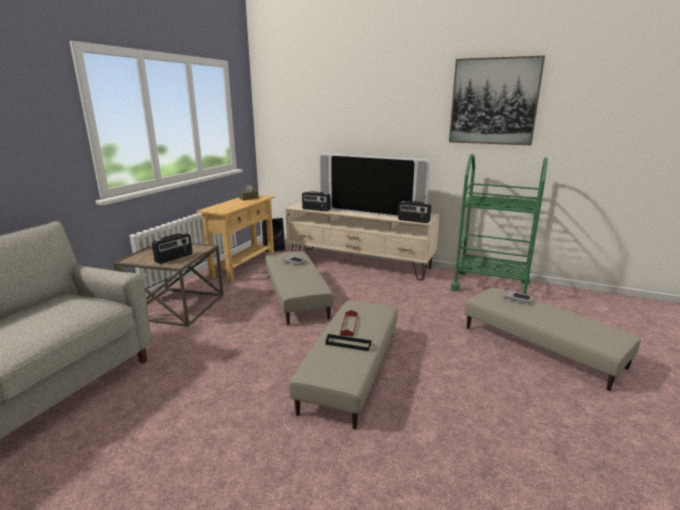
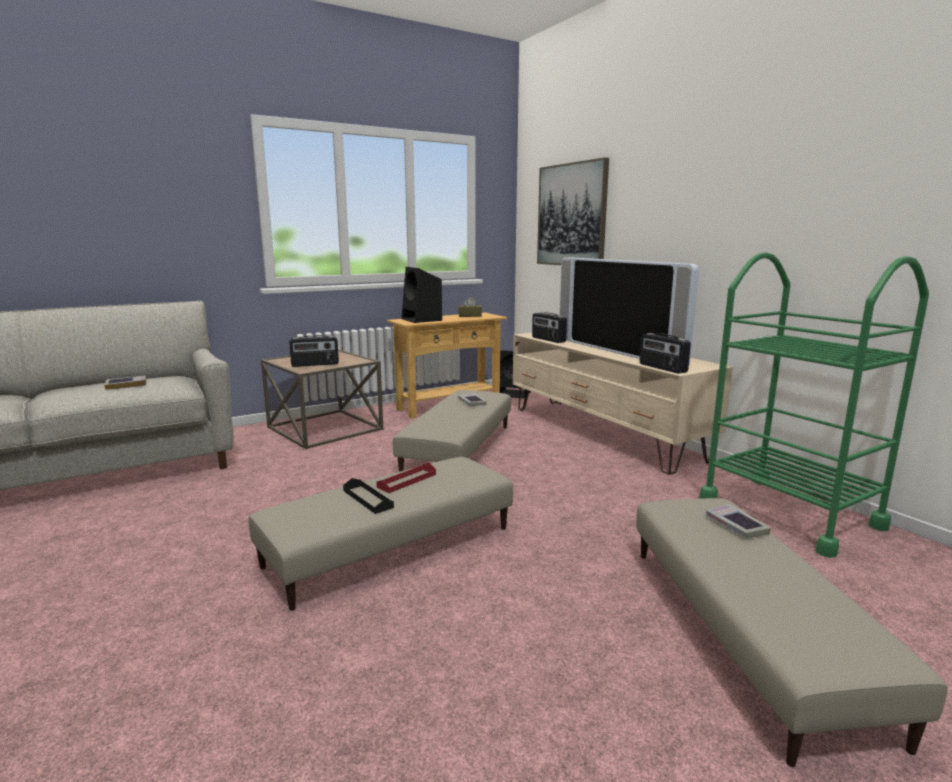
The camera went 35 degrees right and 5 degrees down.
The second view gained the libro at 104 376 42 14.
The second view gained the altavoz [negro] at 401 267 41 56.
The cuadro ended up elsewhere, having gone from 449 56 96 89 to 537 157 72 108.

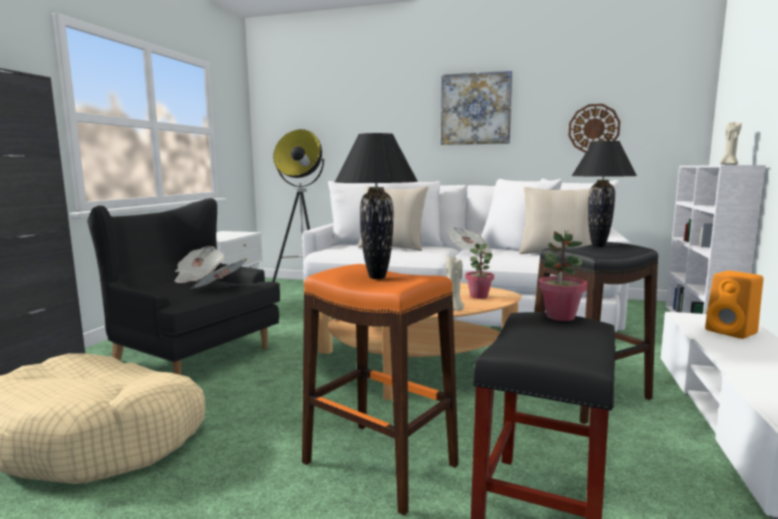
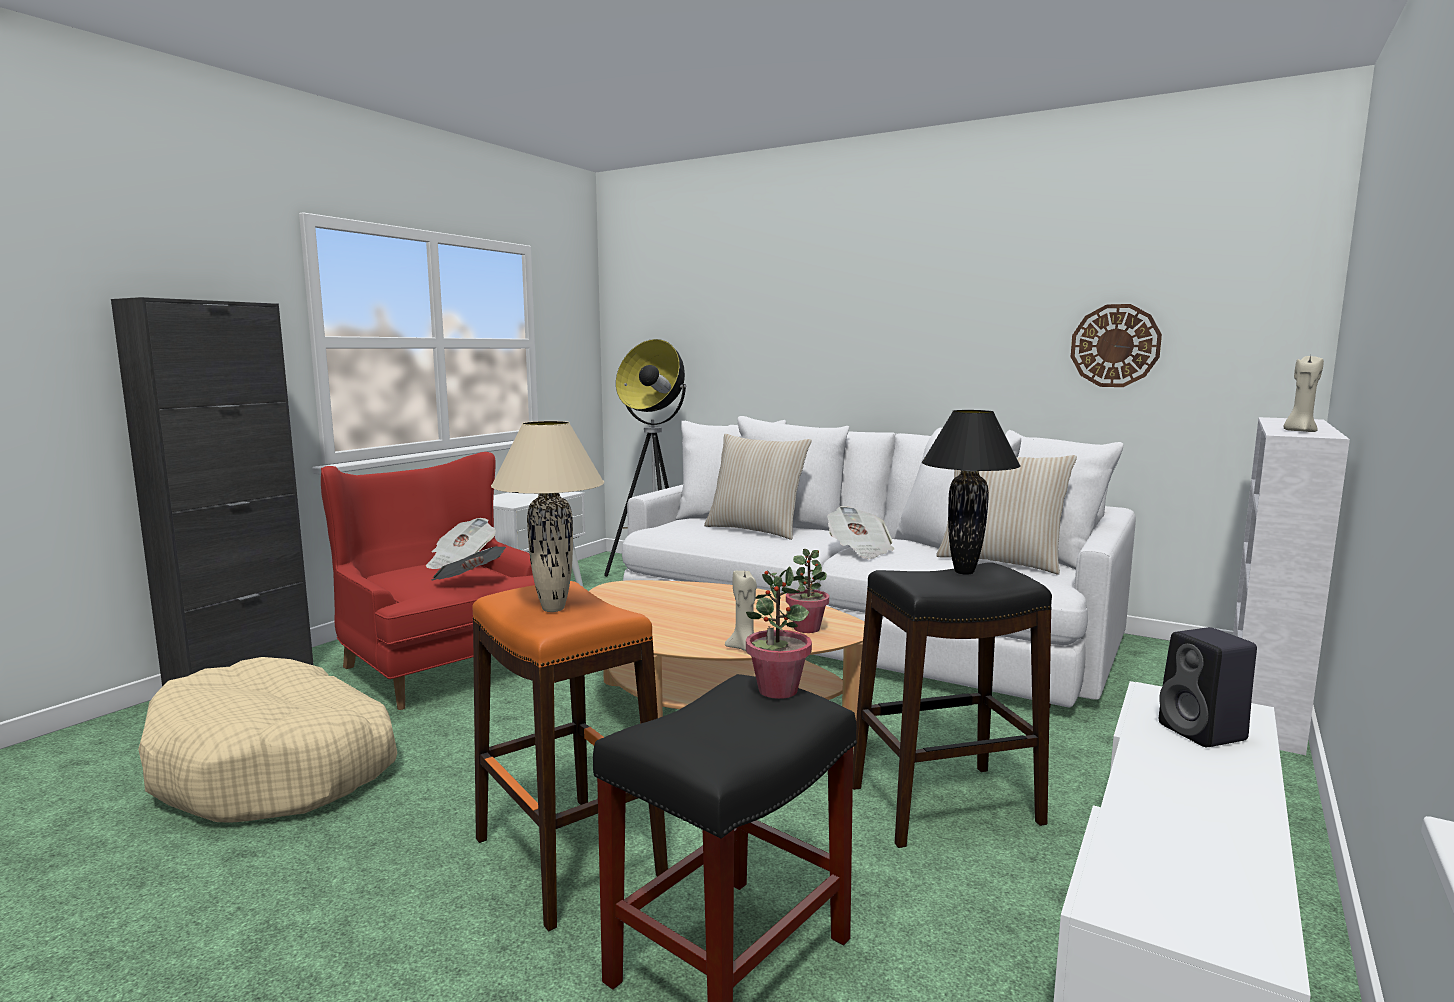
The camera went 15 degrees right and 0 degrees up.
What was the sillón [negro] at 87 198 193 177 turned into the sillón [rojo] at 321 452 214 258.
What was the lámpara de mesa [negro] at 335 133 83 146 turned into the lámpara de mesa [beis] at 491 421 113 191.
What was the altavoz [naranja] at 705 271 59 68 turned into the altavoz [negro] at 1159 627 98 121.
The second view lost the cuadro at 441 71 71 74.

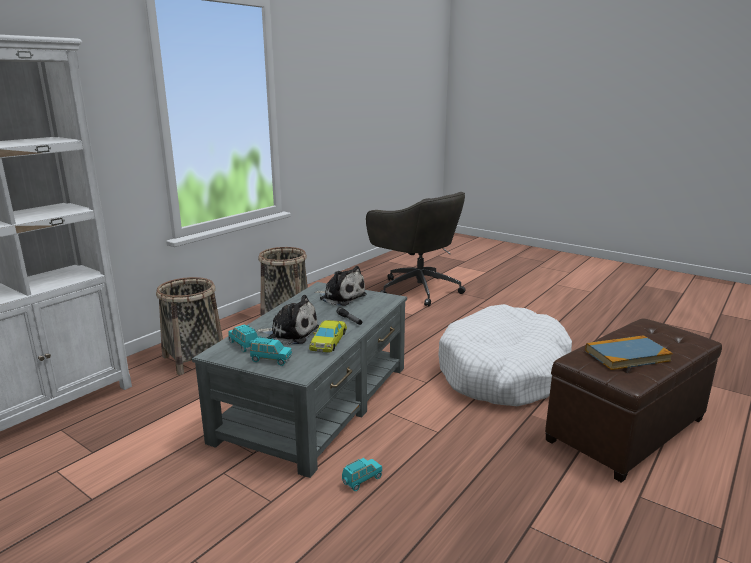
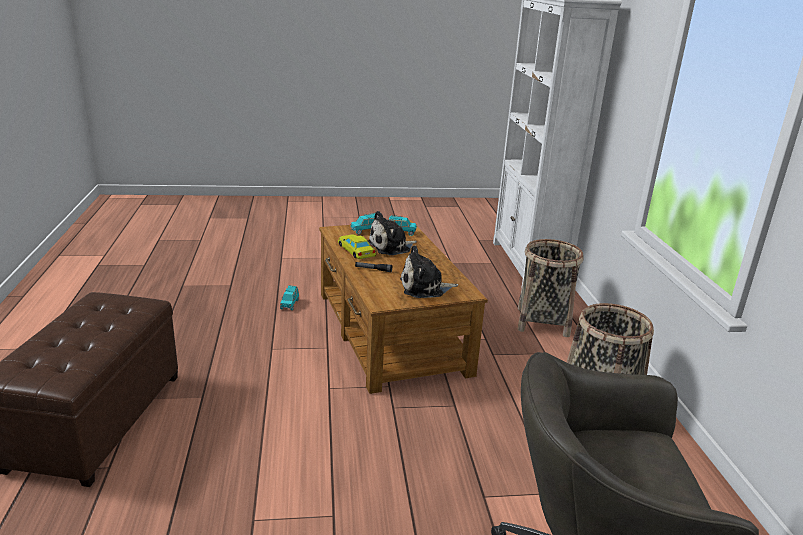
The camera went 135 degrees right and 5 degrees up.
What was the mesa de centro [gris] at 192 282 215 196 turned into the mesa de centro [marrón] at 319 220 169 174.
The second view lost the cama para perro [blanco] at 438 304 134 102.
The second view lost the libro at 585 335 88 35.

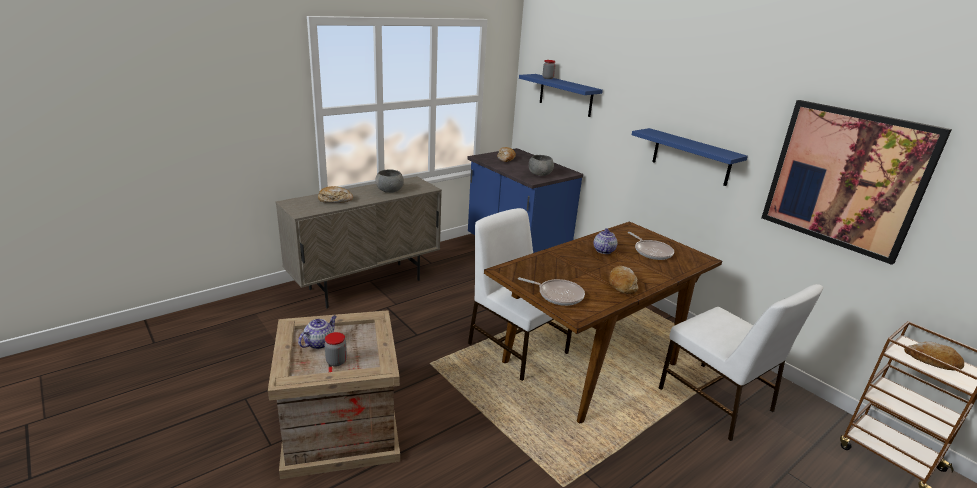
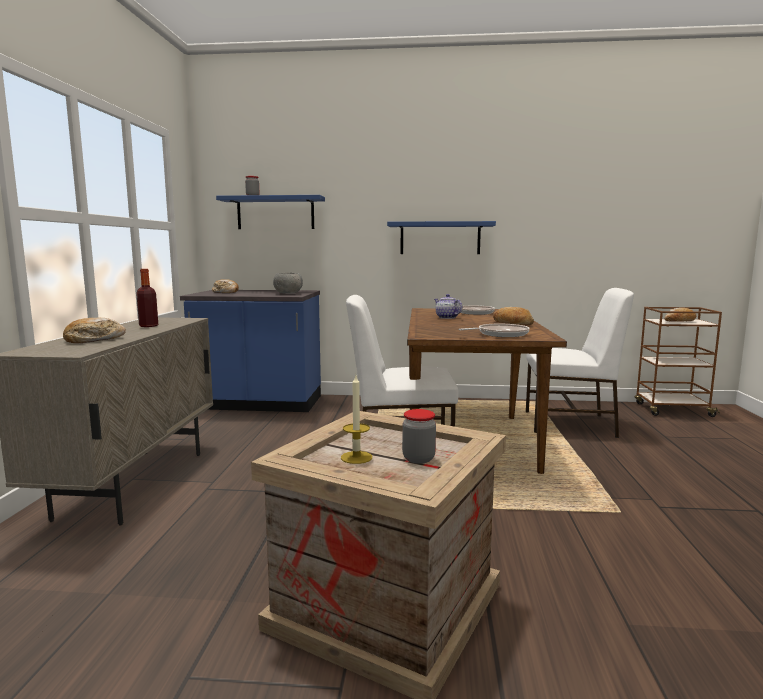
The camera went 45 degrees left and 15 degrees down.
Where the cuenco [gris] stood at 375 169 29 24, the botella came to stand at 136 269 22 58.
Where the tetera stood at 298 315 39 34, the vela came to stand at 341 376 31 88.
The second view lost the cuadro at 762 100 190 165.

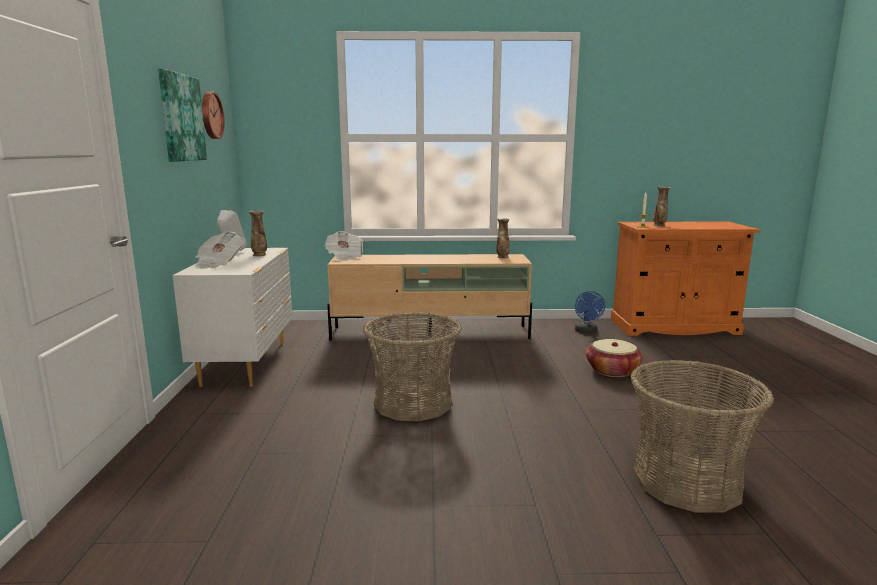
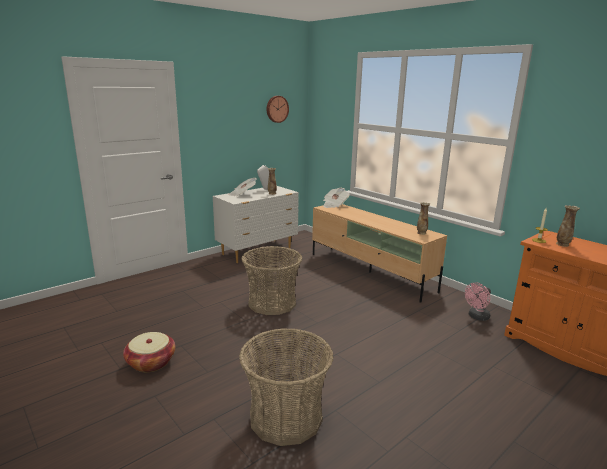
The camera went 50 degrees right and 5 degrees up.
The cesta ended up elsewhere, having gone from 586 339 57 38 to 123 332 53 40.
What was the ventilador [azul] at 575 291 30 42 turned into the ventilador [rosa] at 465 282 26 39.
The second view lost the cuadro at 158 69 49 93.

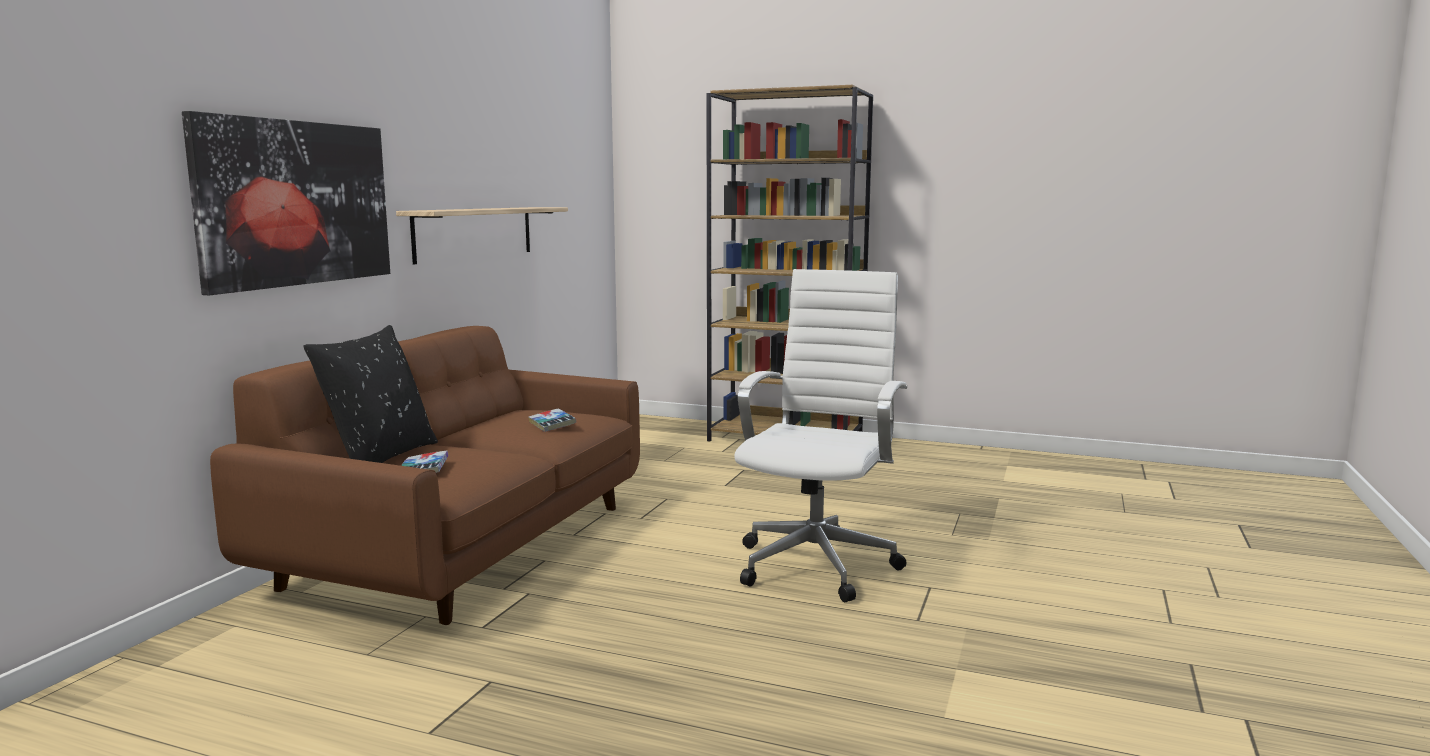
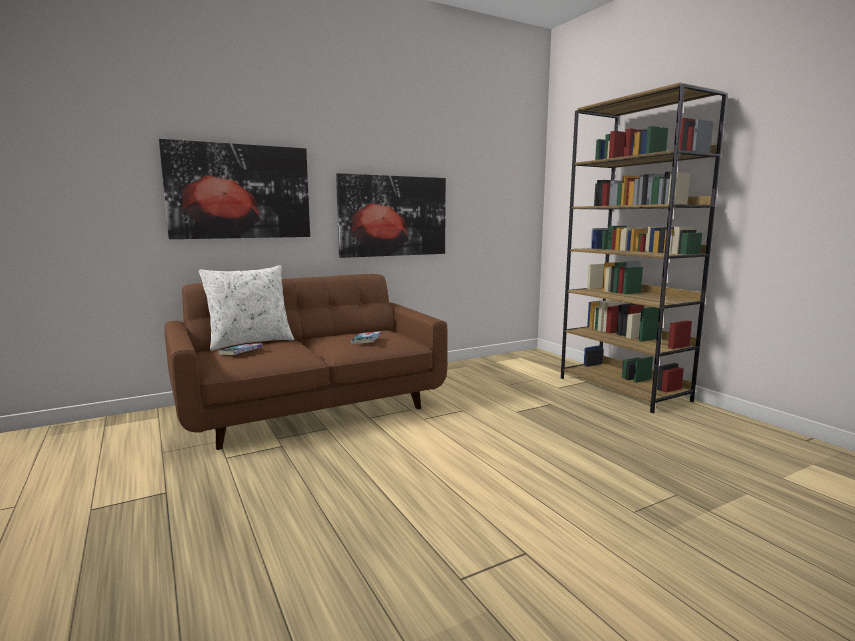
The camera went 40 degrees right and 0 degrees up.
What was the cojín [negro] at 304 325 134 138 turned into the cojín [blanco] at 199 265 95 86.
Where the estante hung at 396 207 172 57, the cuadro came to hang at 336 173 110 85.
The second view lost the silla de oficina [blanco] at 734 269 173 333.

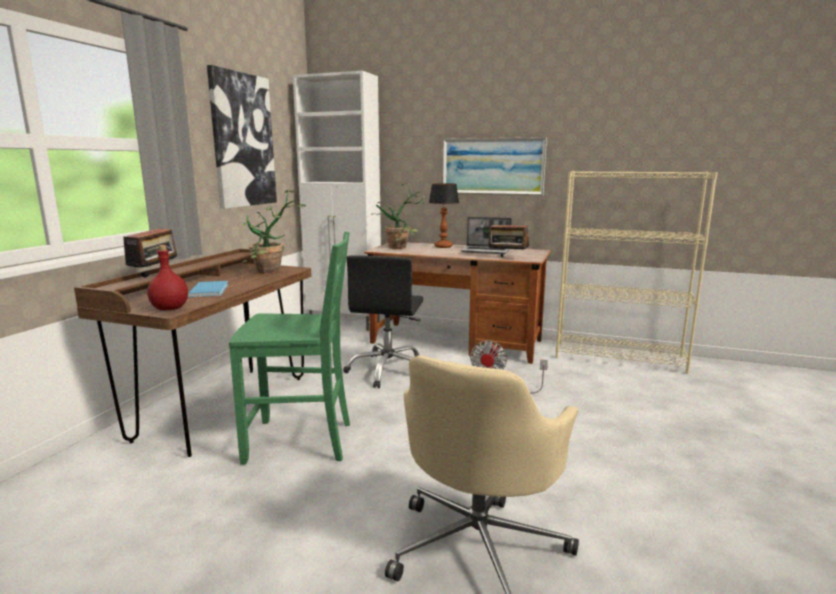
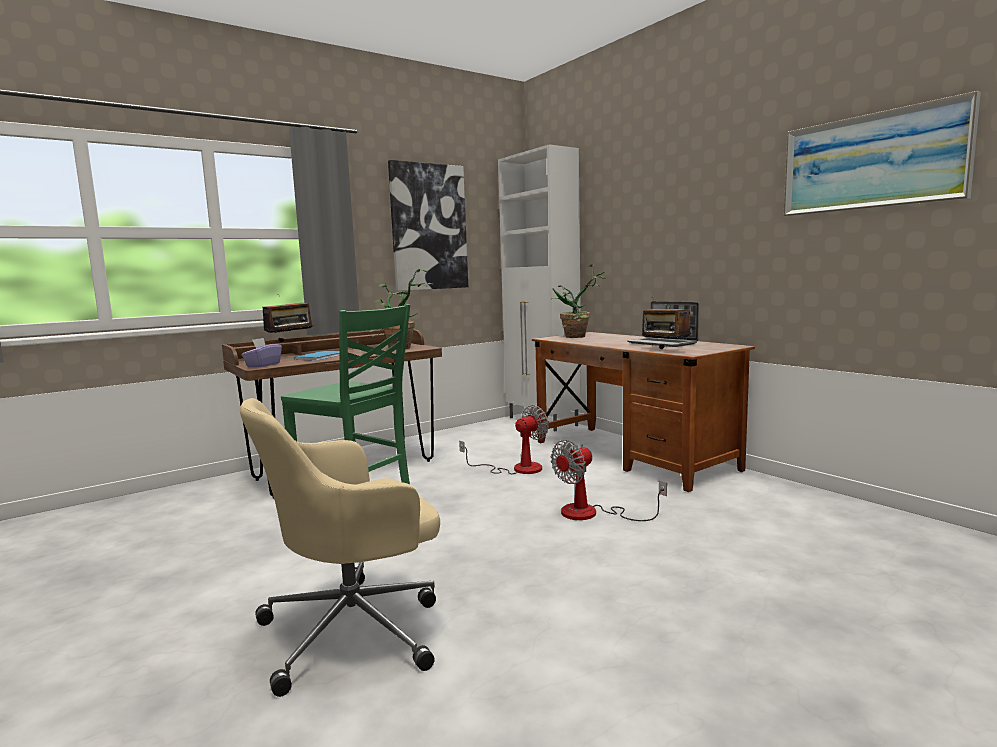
The camera went 35 degrees right and 5 degrees down.
Where the botella [rojo] stood at 147 245 41 66, the caja de pañuelos [morado] came to stand at 242 338 40 29.
Where the silla de oficina [negro] stood at 343 255 80 133, the ventilador came to stand at 459 405 90 69.
The cuadro ended up elsewhere, having gone from 442 137 105 59 to 784 91 197 125.
The second view lost the lámpara de mesa at 429 183 30 65.
The second view lost the estantería [beis] at 556 171 162 203.

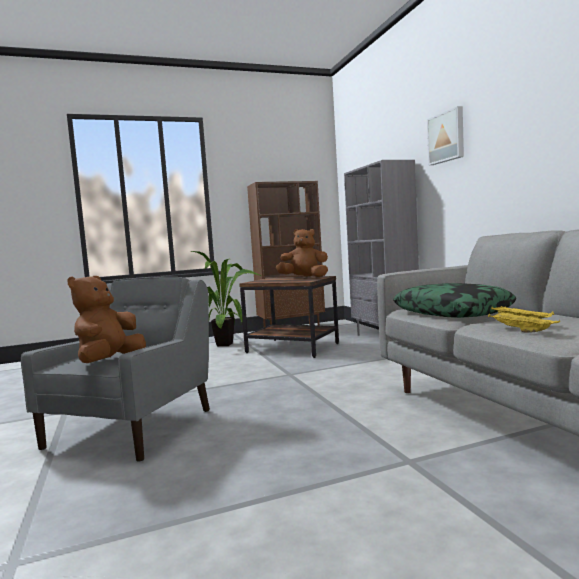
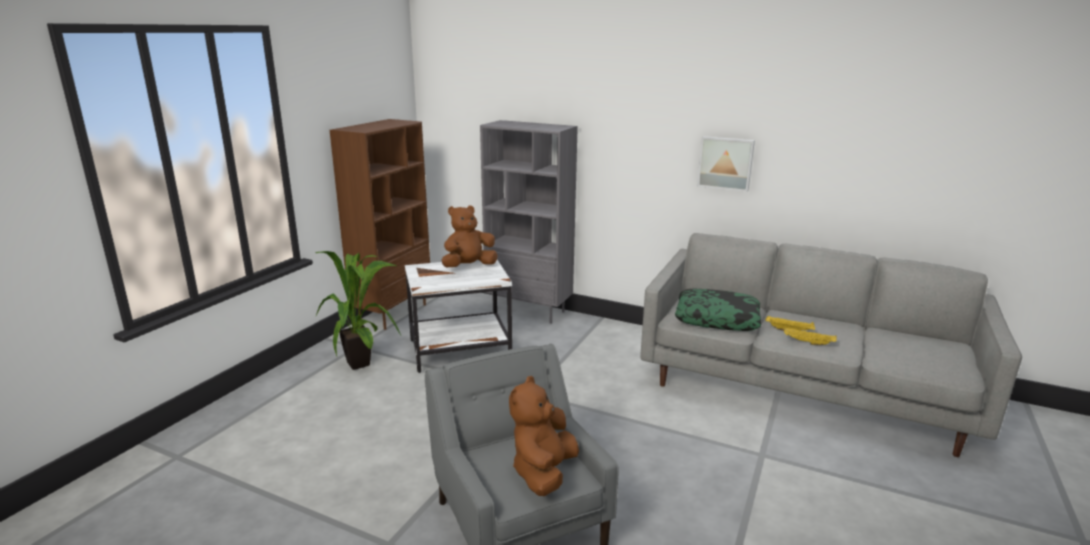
The camera went 45 degrees left and 15 degrees up.
What was the mesa auxiliar [marrón] at 239 276 100 82 turned into the mesa auxiliar [blanco] at 405 260 107 113.
The peluche [marrón] at 67 276 79 87 ended up facing another way, 45 degrees clockwise from before.
The cuadro ended up elsewhere, having gone from 427 106 37 59 to 697 136 58 56.

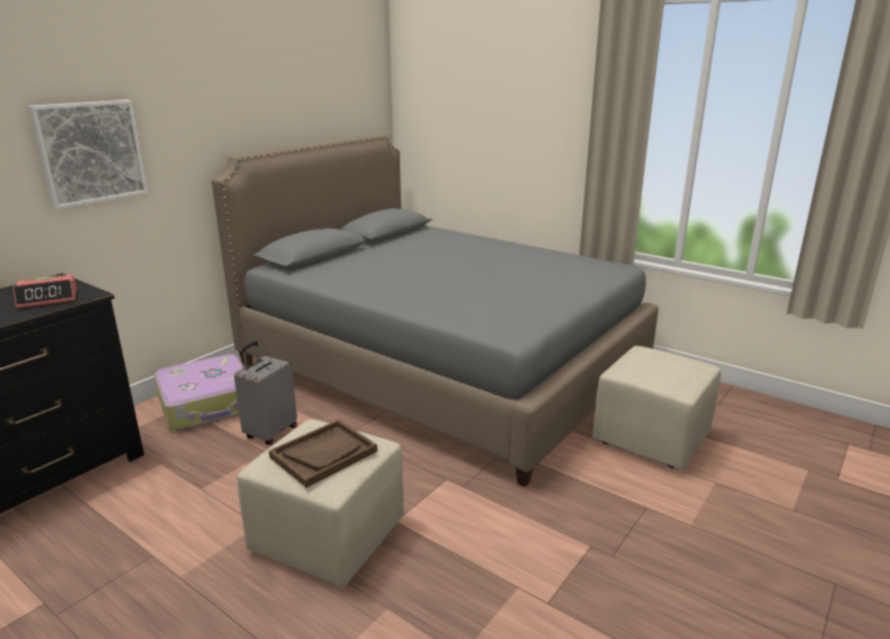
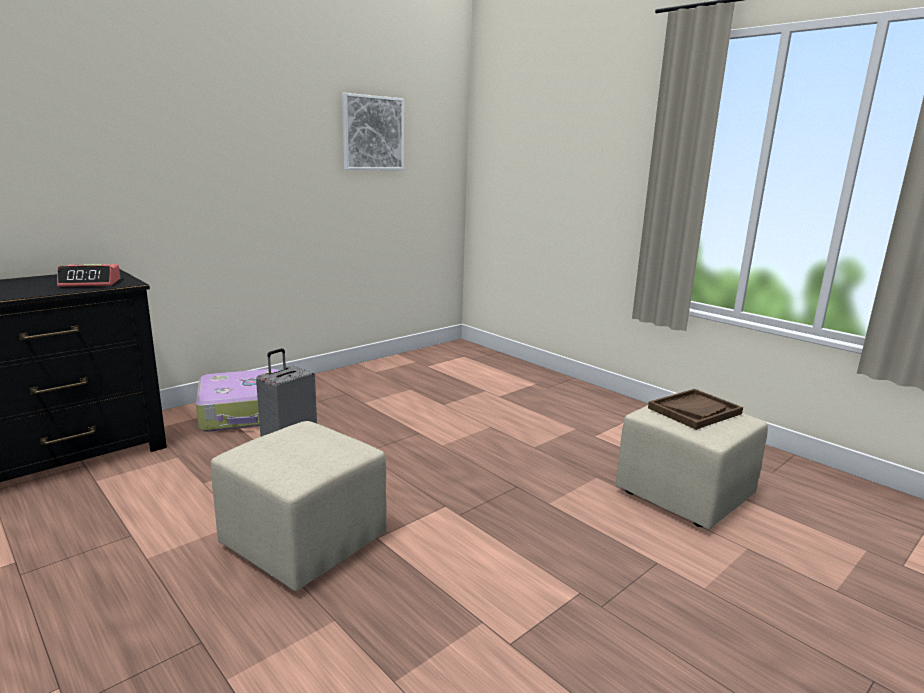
The camera went 10 degrees right and 5 degrees down.
The cuadro ended up elsewhere, having gone from 28 100 120 109 to 342 93 62 77.
The bandeja [marrón] ended up elsewhere, having gone from 269 420 109 68 to 648 389 95 41.
The second view lost the cama [gris] at 212 135 446 352.

